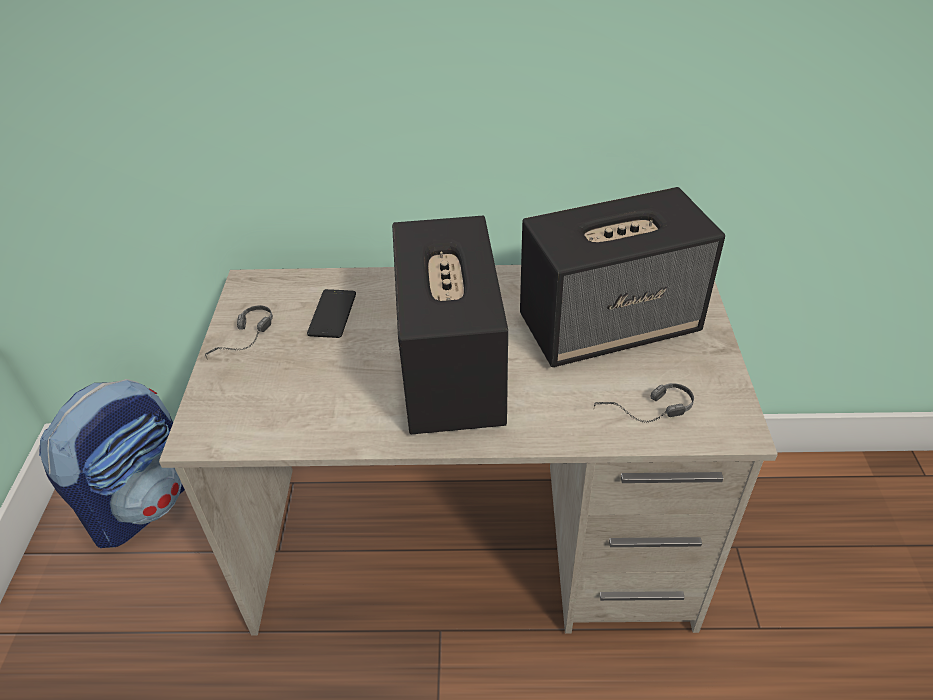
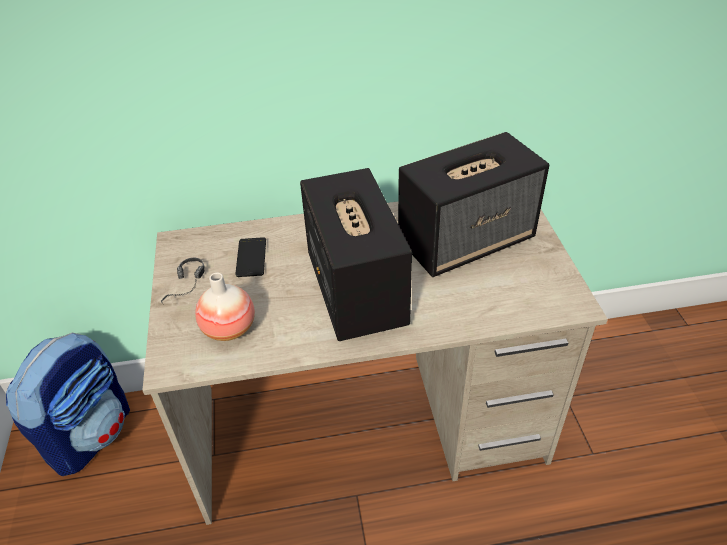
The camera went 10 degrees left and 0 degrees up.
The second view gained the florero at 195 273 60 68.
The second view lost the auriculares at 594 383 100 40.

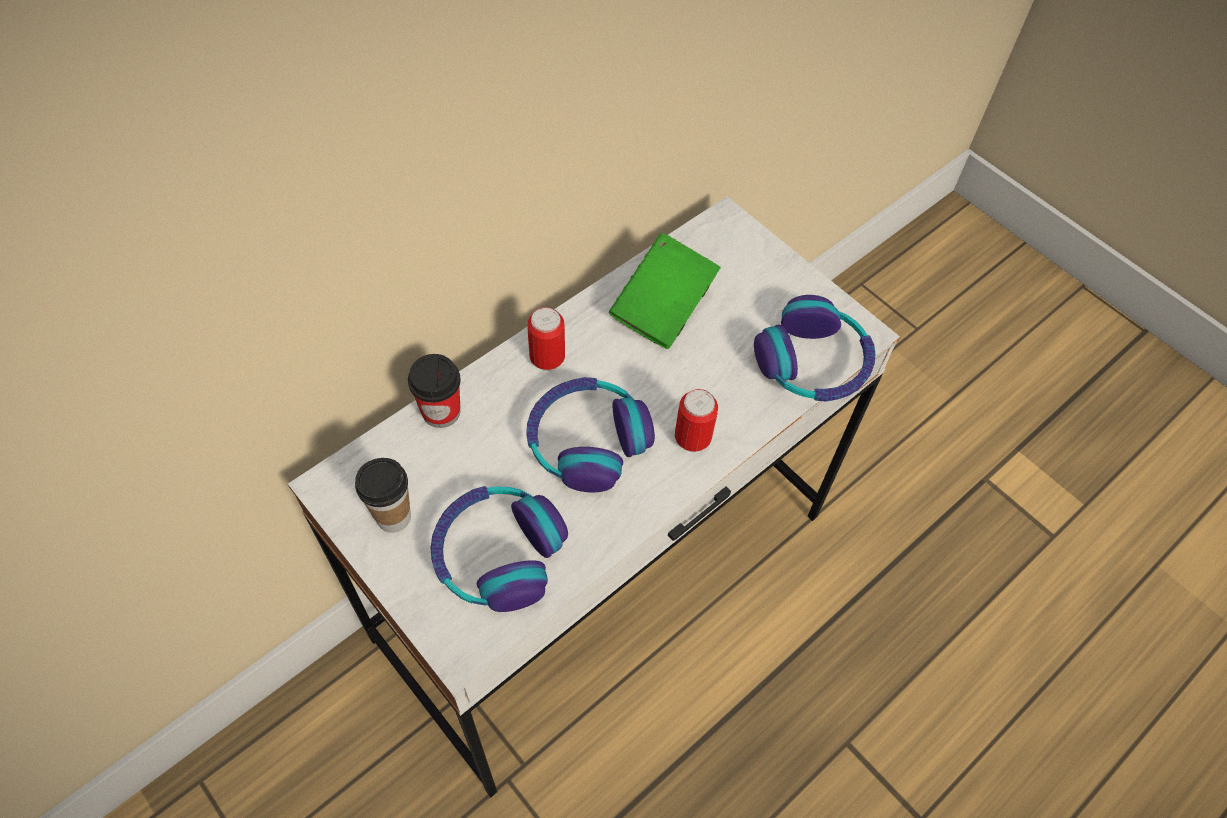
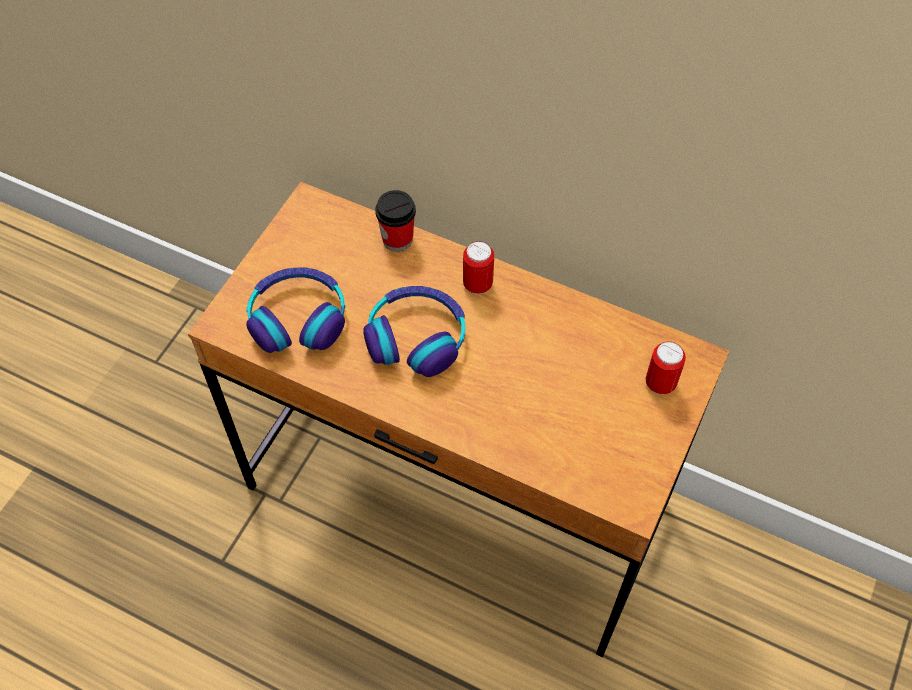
The camera went 70 degrees right and 0 degrees up.
What was the escritorio [blanco] at 288 196 612 601 turned into the escritorio [marrón] at 188 182 541 475.
The lata ended up elsewhere, having gone from 675 389 43 63 to 645 341 41 53.
The second view lost the taza at 355 458 56 75.
The second view lost the libro [verde] at 609 233 112 116.
The second view lost the auriculares at 754 295 121 107.

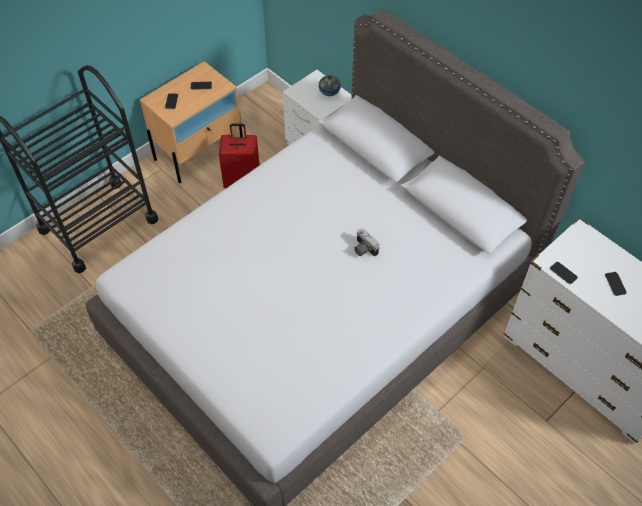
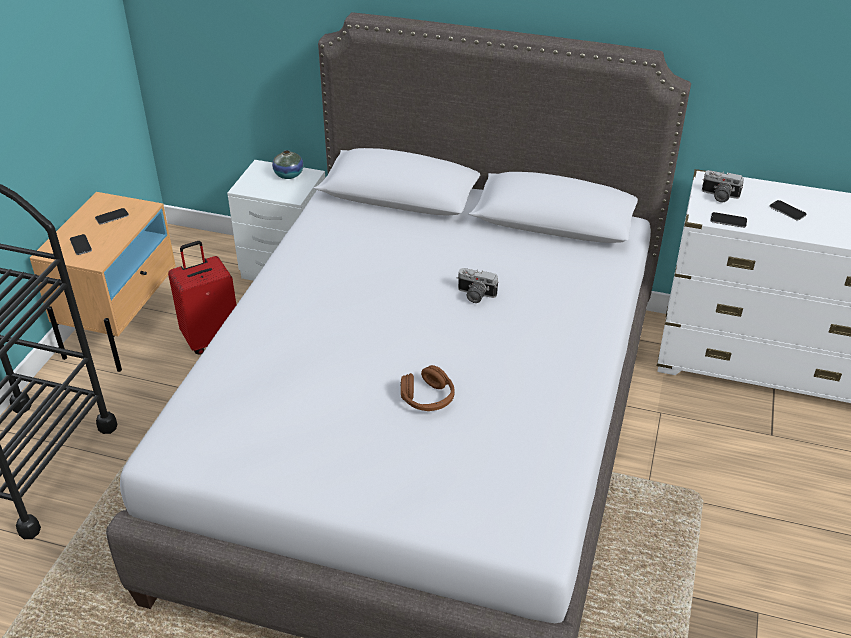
The camera went 30 degrees left and 15 degrees down.
The second view gained the auriculares [marrón] at 401 365 54 46.
The second view gained the cámara at 702 170 42 32.

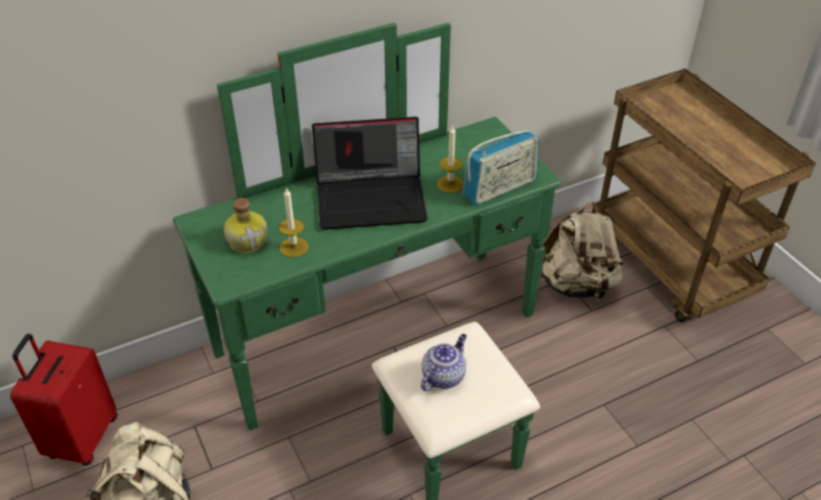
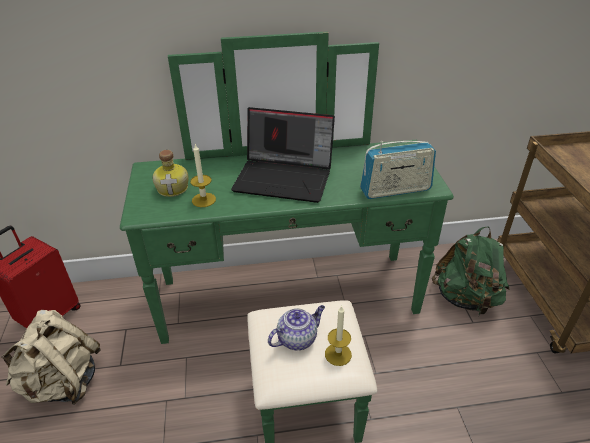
The camera went 20 degrees right and 5 degrees down.
The vela ended up elsewhere, having gone from 437 126 27 67 to 325 306 27 60.
What was the mochila [beis] at 541 201 83 101 turned into the mochila [verde] at 432 227 78 88.

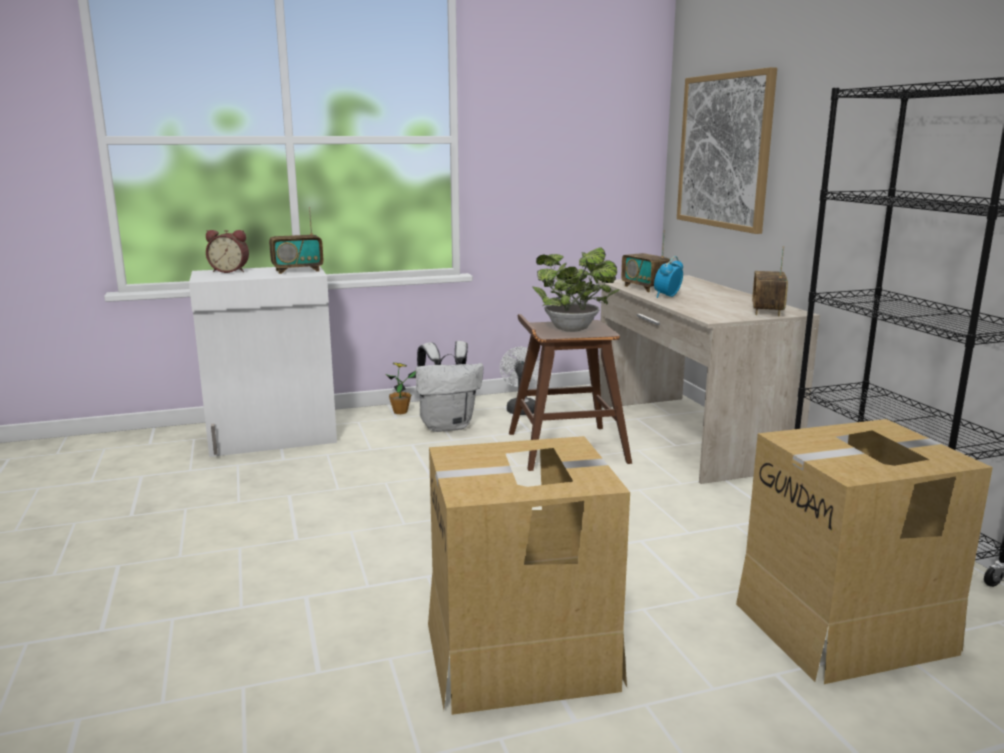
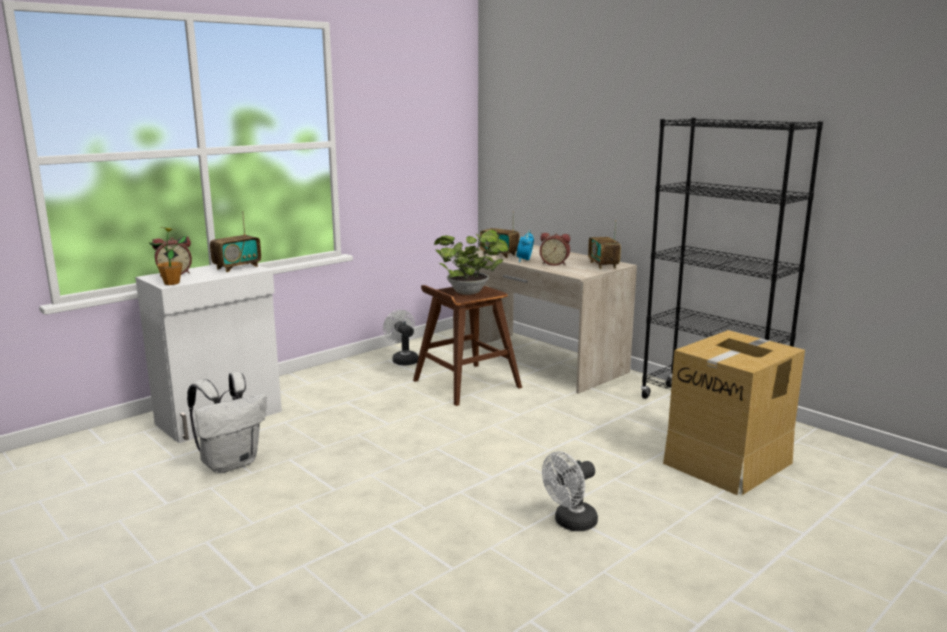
The camera went 25 degrees left and 0 degrees up.
The planta en maceta ended up elsewhere, having gone from 385 363 31 51 to 148 227 39 58.
The mochila [blanco] ended up elsewhere, having gone from 416 341 68 91 to 187 372 80 101.
The second view gained the despertador at 540 233 30 33.
Where the caja de cartón stood at 428 436 202 279, the ventilador [blanco] came to stand at 542 451 56 80.
The second view lost the cuadro at 677 67 100 167.

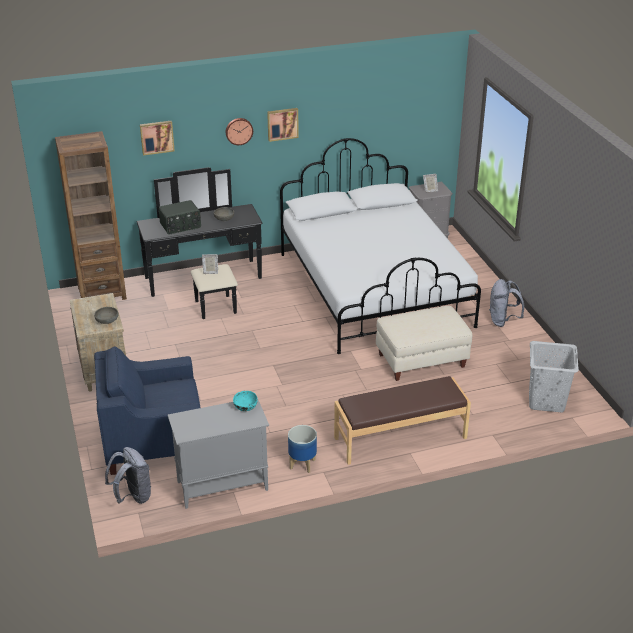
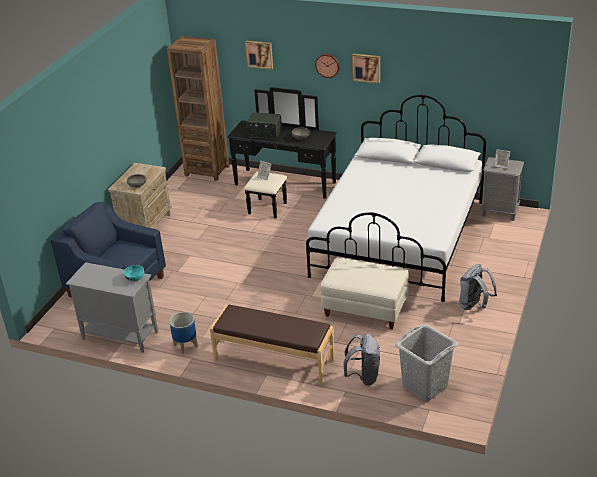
The camera went 40 degrees right and 0 degrees up.
The mochila [gris] ended up elsewhere, having gone from 105 447 46 57 to 344 334 36 52.

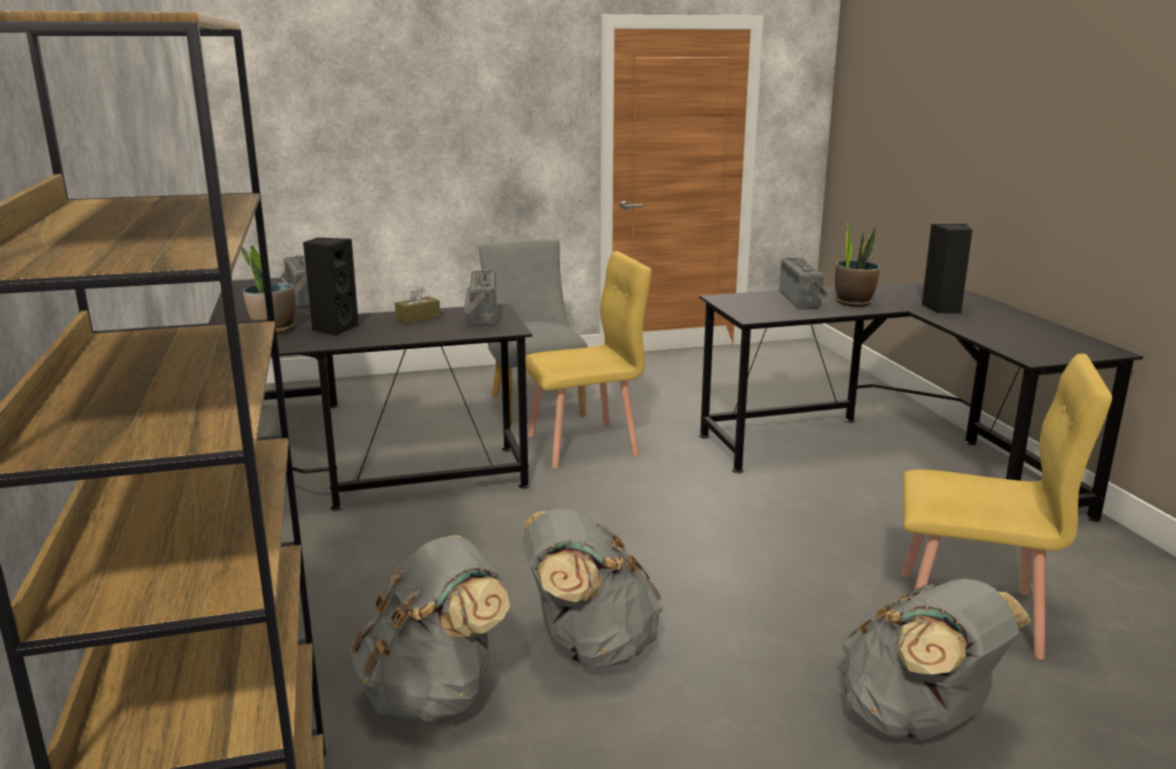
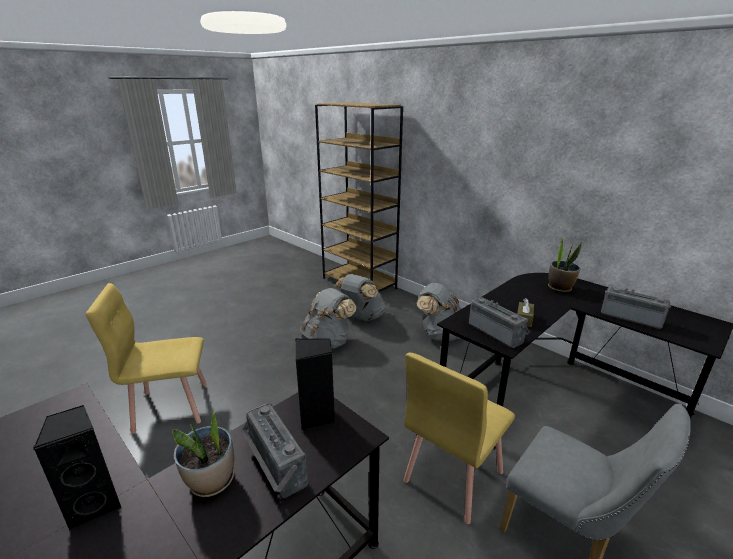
The camera went 150 degrees right and 5 degrees up.
The altavoz [negro] ended up elsewhere, having gone from 303 237 56 99 to 295 338 40 93.
The mochila [gris] ended up elsewhere, having gone from 842 579 189 161 to 417 283 45 58.

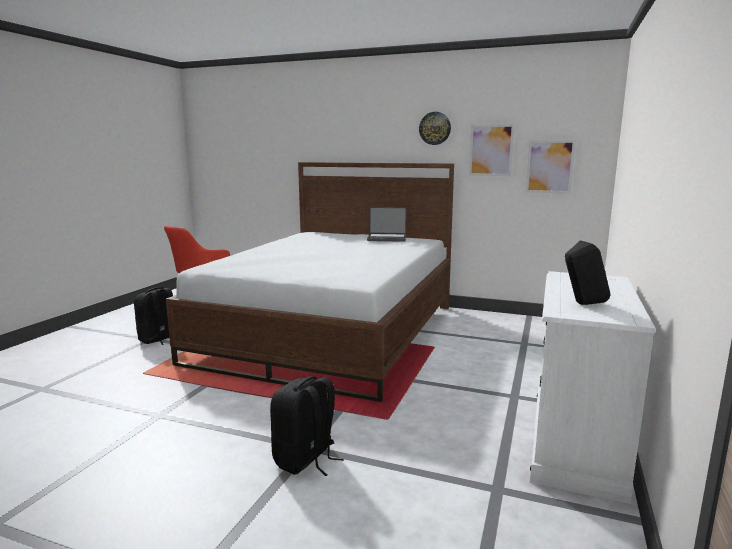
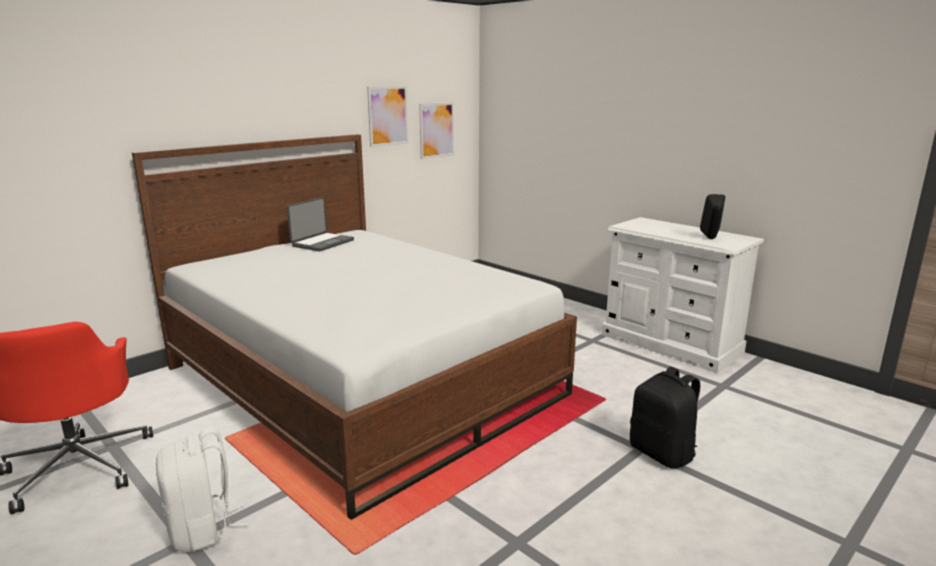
The camera went 65 degrees left and 5 degrees up.
What was the mochila [negro] at 134 287 39 58 turned into the mochila [blanco] at 156 427 93 126.
The second view lost the reloj de pared at 419 112 32 33.

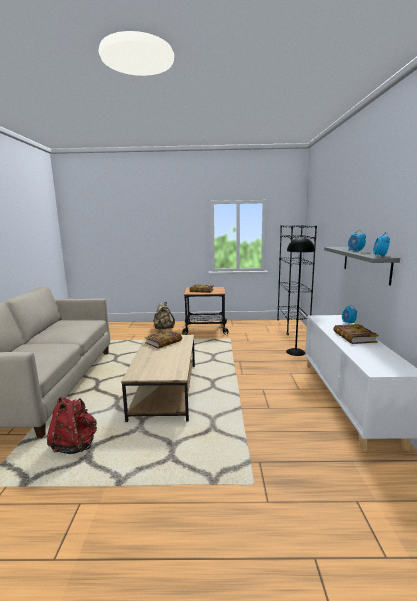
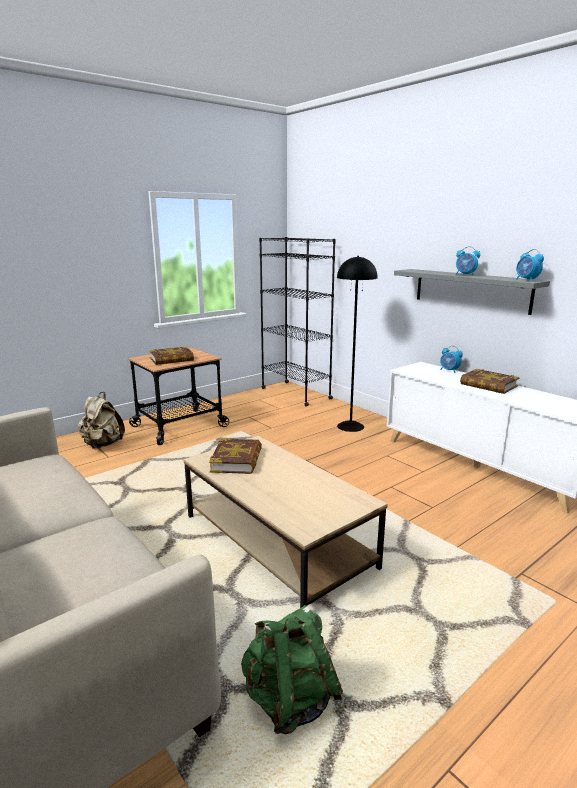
The camera went 40 degrees left and 5 degrees up.
What was the mochila [rojo] at 47 397 50 57 turned into the mochila [verde] at 241 605 102 129.

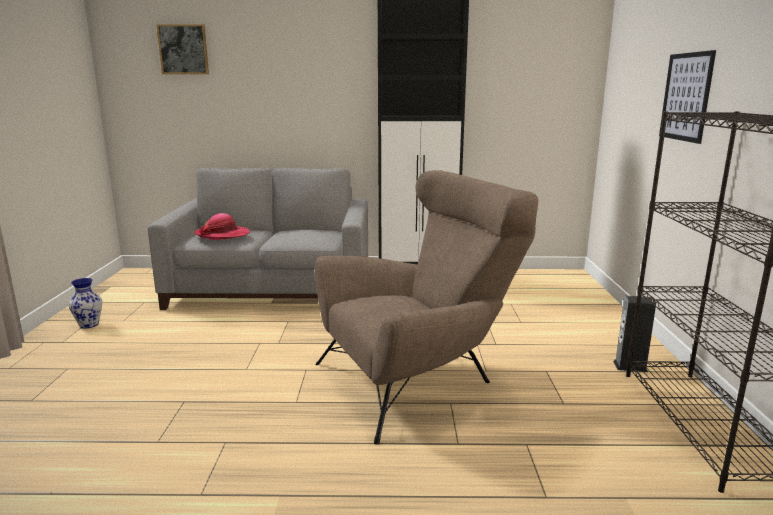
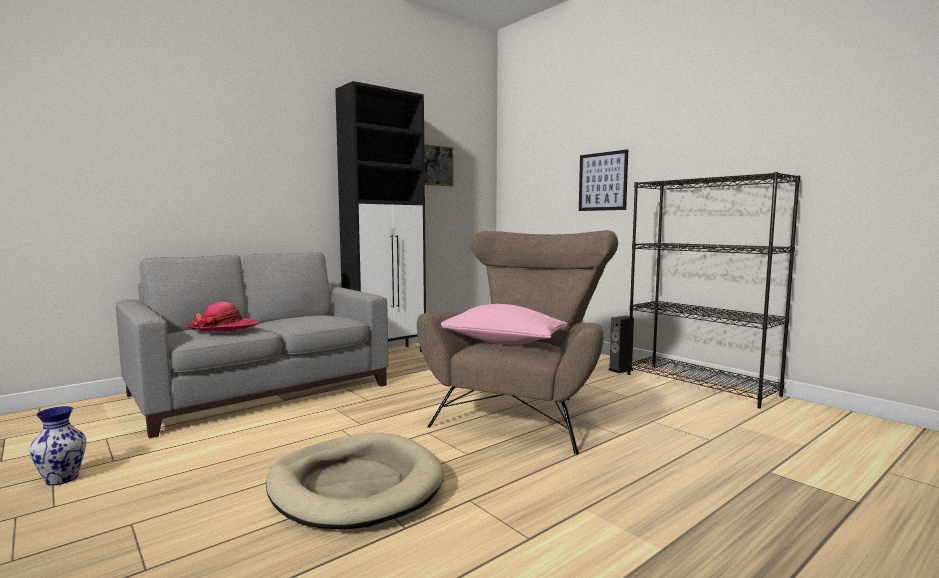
The camera went 40 degrees left and 10 degrees down.
The second view gained the cama para perro [beis] at 266 433 178 96.
The cuadro ended up elsewhere, having gone from 156 24 53 50 to 424 144 30 42.
The second view gained the cojín [rosa] at 441 304 127 40.

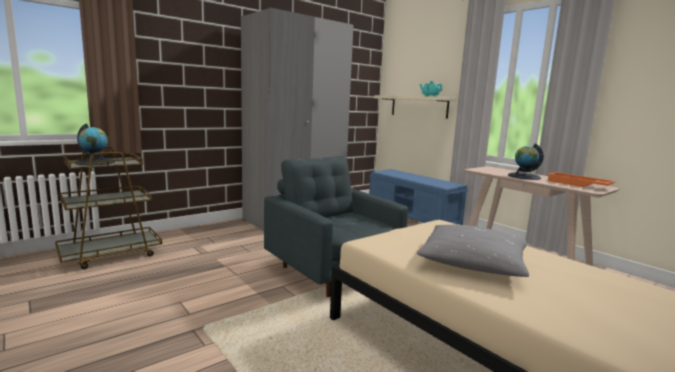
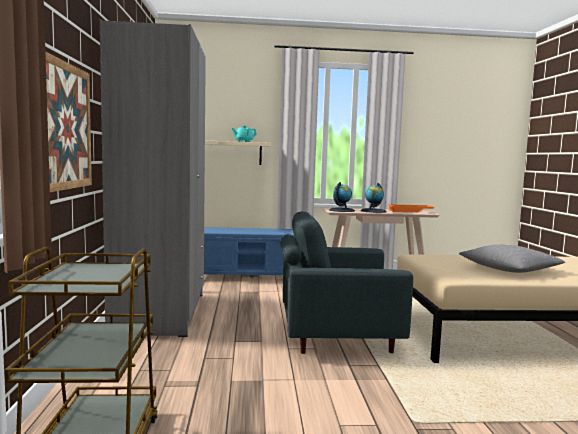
The camera went 55 degrees left and 5 degrees down.
The second view gained the cuadro at 45 52 47 140.
The globo terráqueo ended up elsewhere, having gone from 75 123 40 42 to 329 182 26 30.

